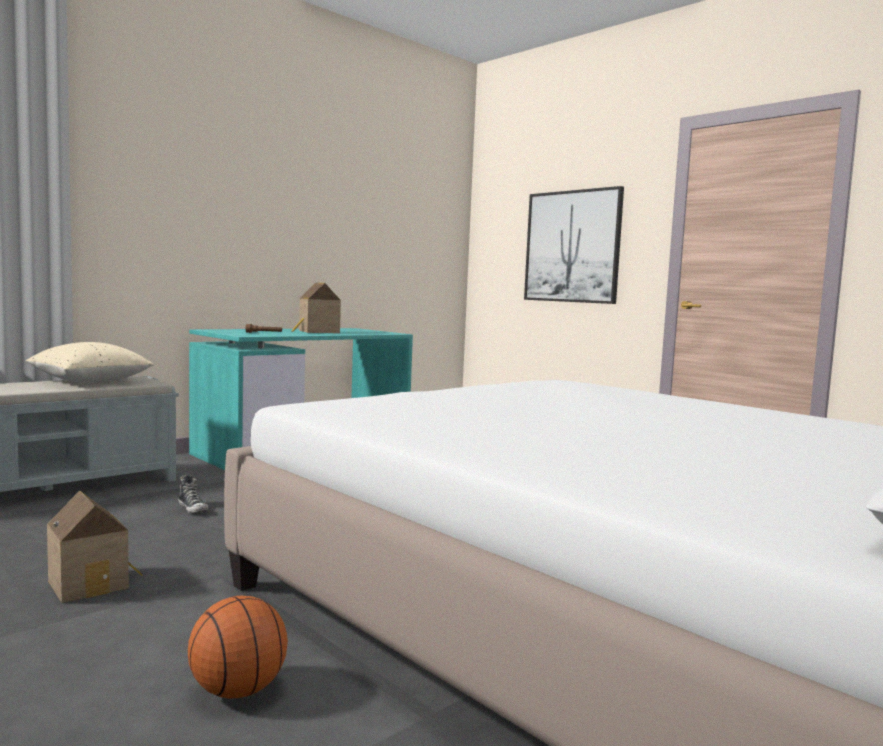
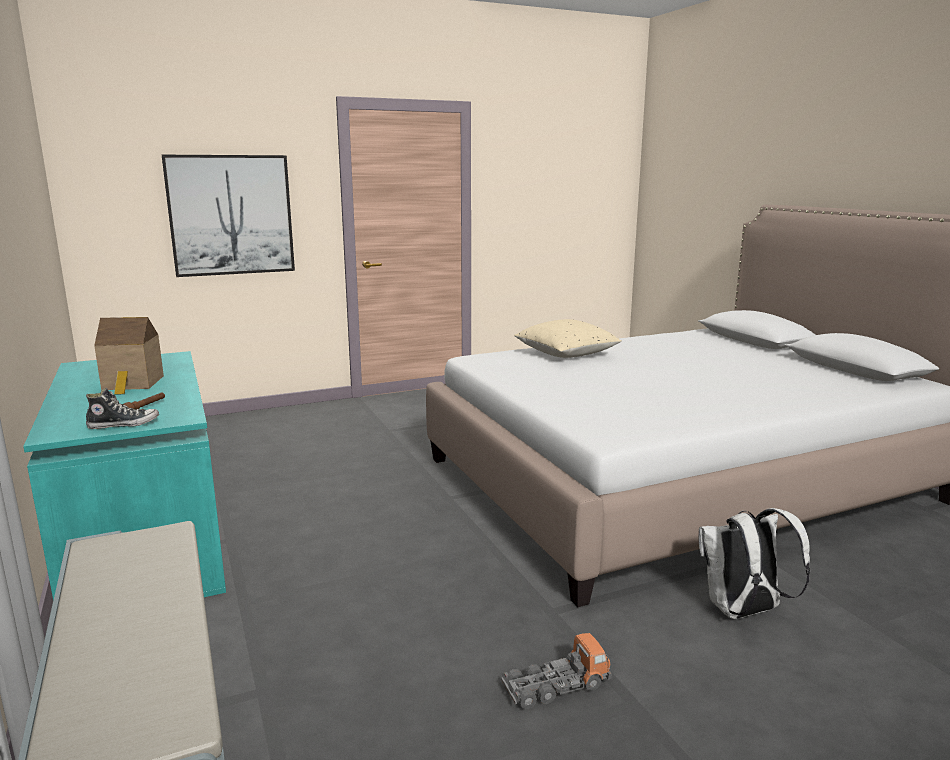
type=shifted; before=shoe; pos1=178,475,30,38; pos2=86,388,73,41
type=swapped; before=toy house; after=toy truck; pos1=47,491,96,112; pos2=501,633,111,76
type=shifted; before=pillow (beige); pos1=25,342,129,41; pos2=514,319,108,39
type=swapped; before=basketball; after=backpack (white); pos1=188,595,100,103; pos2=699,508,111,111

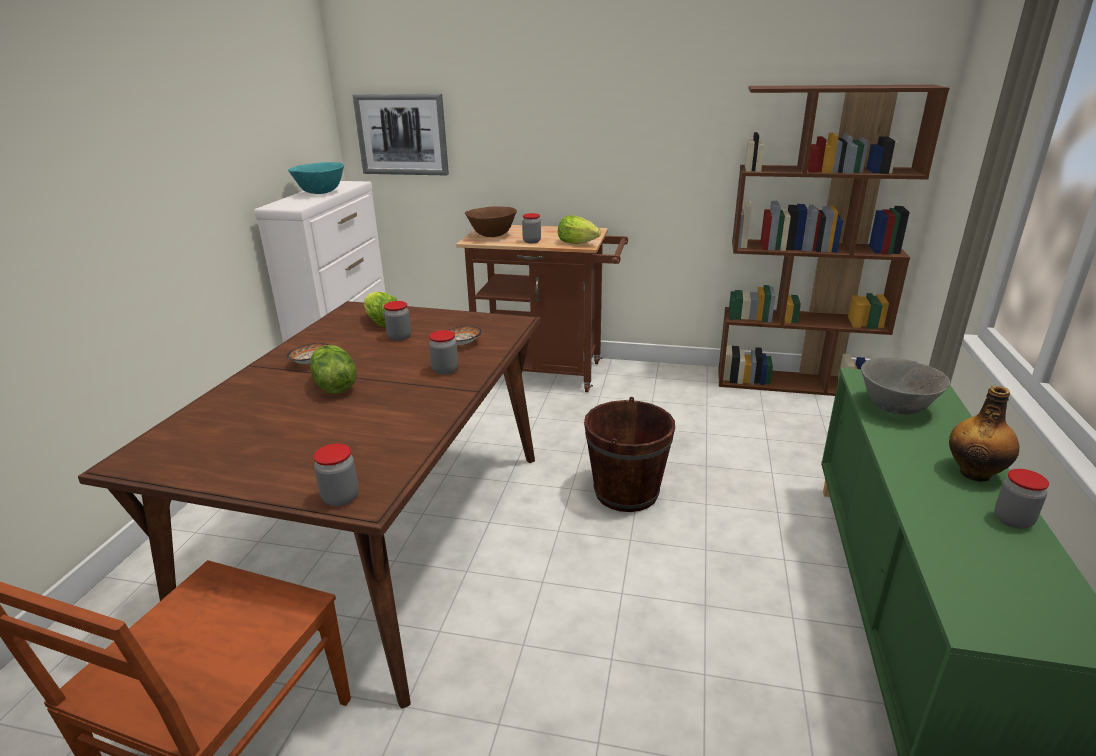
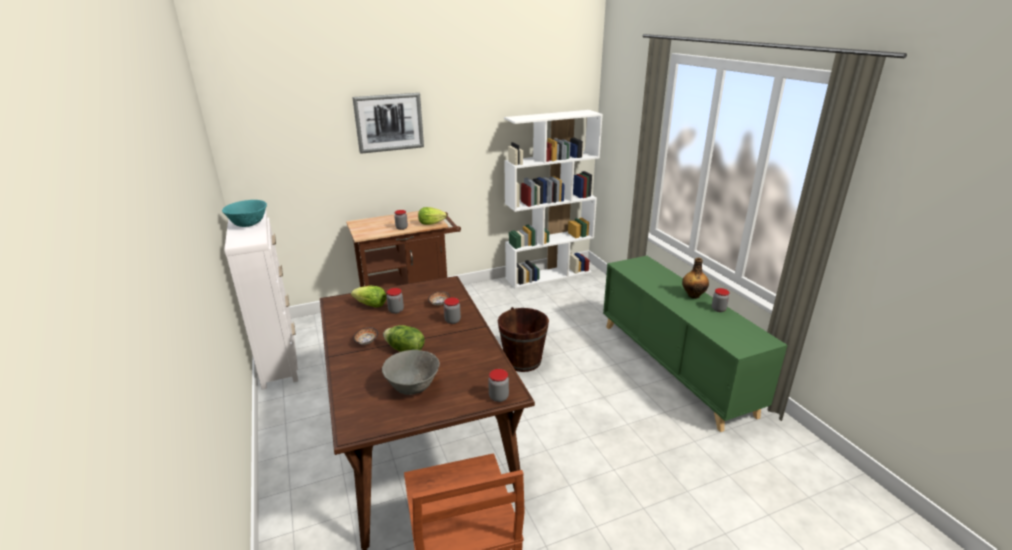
type=shifted; before=picture; pos1=352,94,97,81; pos2=352,93,72,61
type=shifted; before=bowl (grey); pos1=861,358,89,56; pos2=382,350,58,45
type=repainted; before=bookcase (brown); after=bookcase (white); pos1=718,85,231,311; pos2=504,110,99,179
type=gone; before=bowl (brown); pos1=465,206,52,31

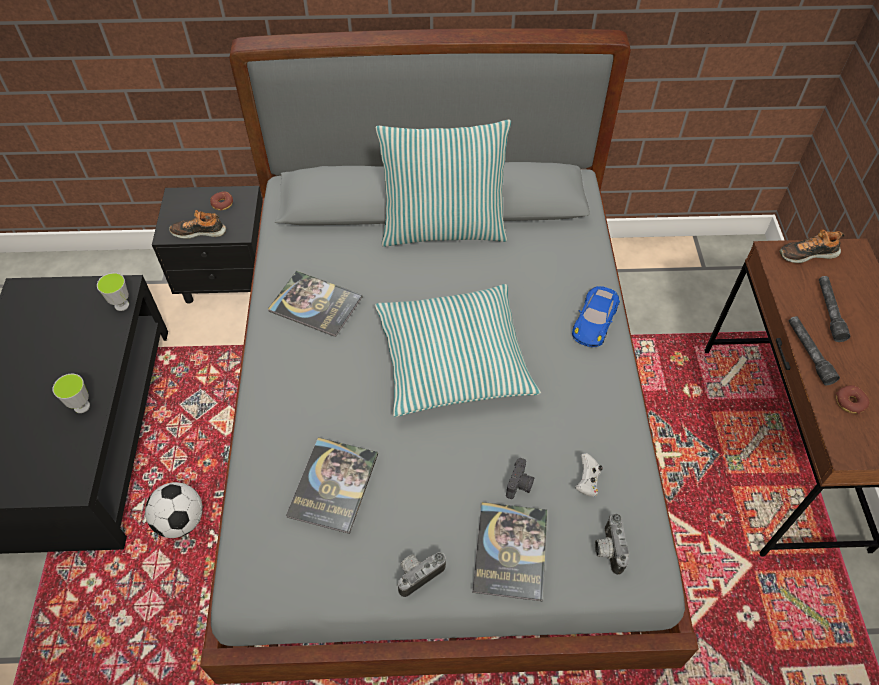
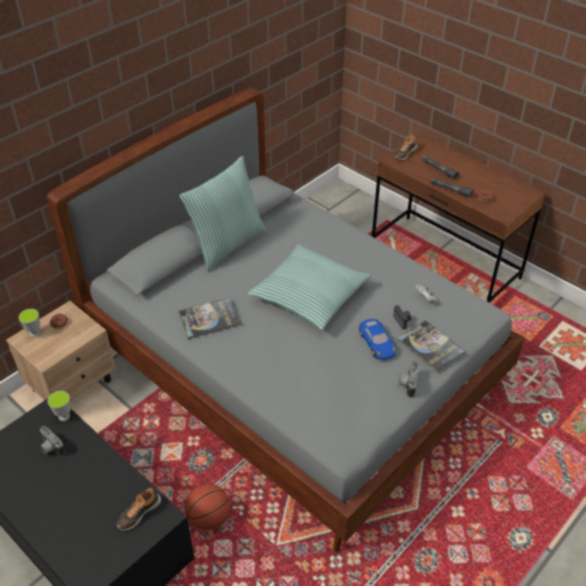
type=repainted; before=nightstand (black); after=nightstand (beige); pos1=152,186,111,118; pos2=6,301,110,99
type=shifted; before=cup; pos1=53,374,37,39; pos2=19,309,21,28
type=shifted; before=photo camera; pos1=595,514,34,61; pos2=40,426,25,30
type=shifted; before=shoe; pos1=169,210,57,29; pos2=117,488,44,43
type=swapped; before=football; after=basketball; pos1=145,482,58,56; pos2=185,484,45,47
type=shifted; before=toy car (blue); pos1=572,286,48,61; pos2=359,319,37,41
type=gone; before=book; pos1=286,437,92,97

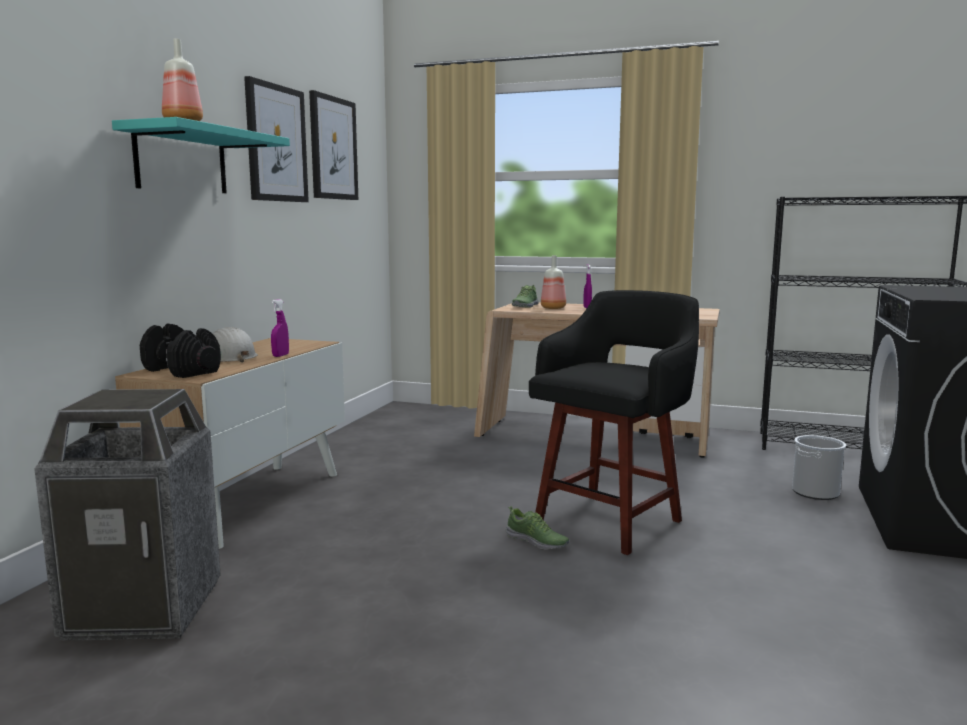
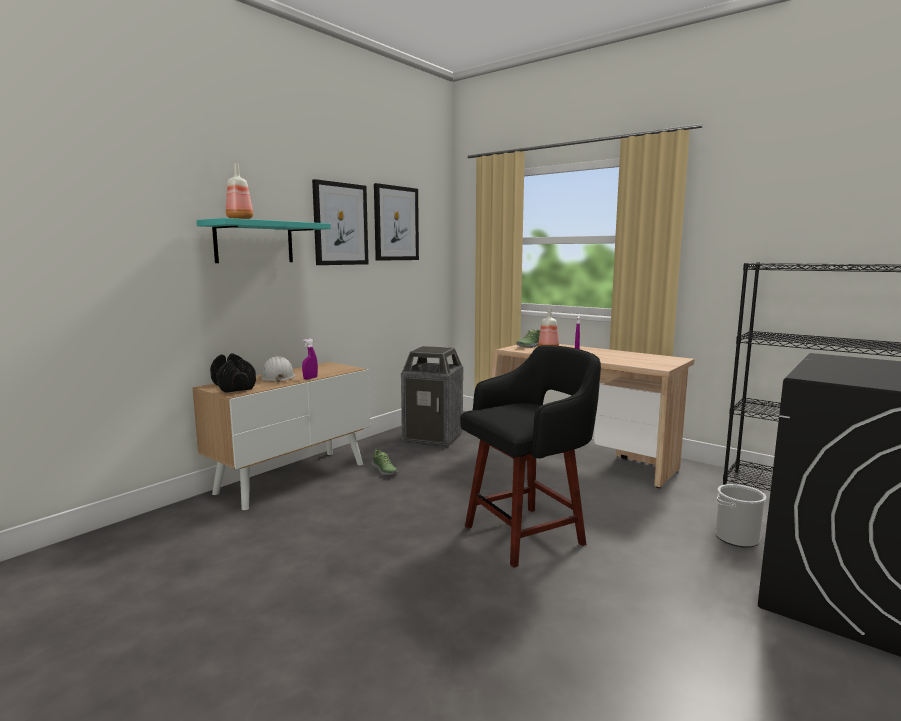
type=shifted; before=shoe; pos1=506,506,63,43; pos2=371,449,27,26
type=shifted; before=trash can; pos1=34,389,187,252; pos2=401,346,62,102

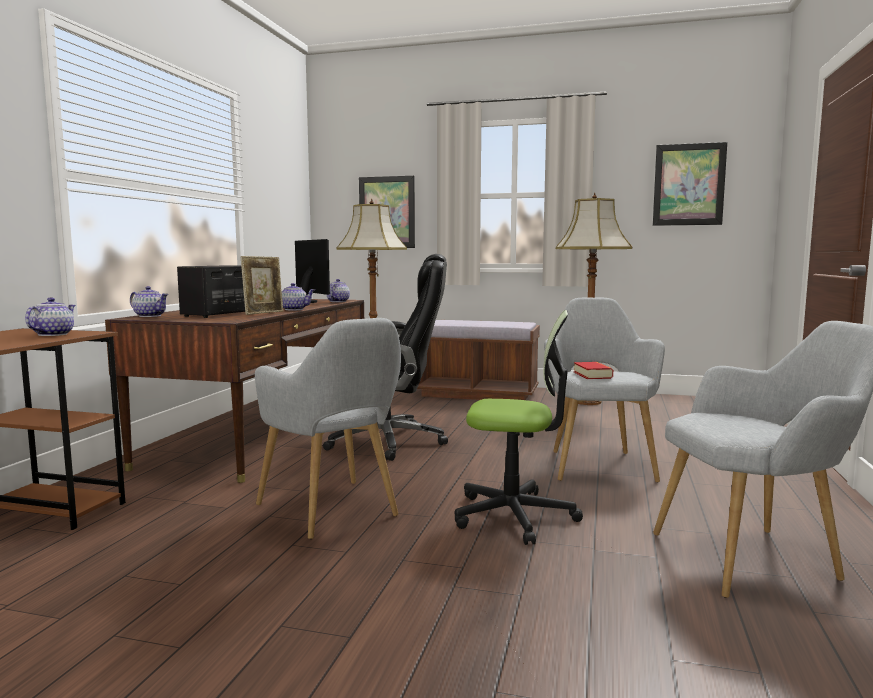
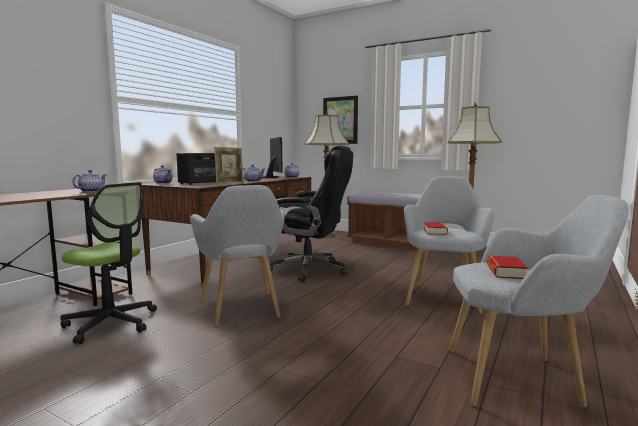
type=shifted; before=office chair; pos1=455,310,128,235; pos2=60,182,97,162
type=new; after=book; pos2=487,256,41,23
type=gone; before=picture; pos1=653,142,74,84

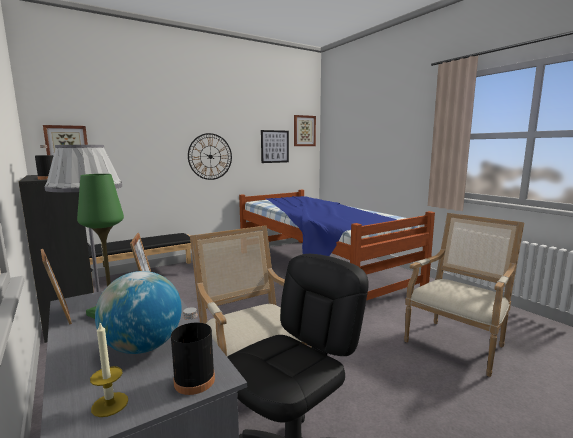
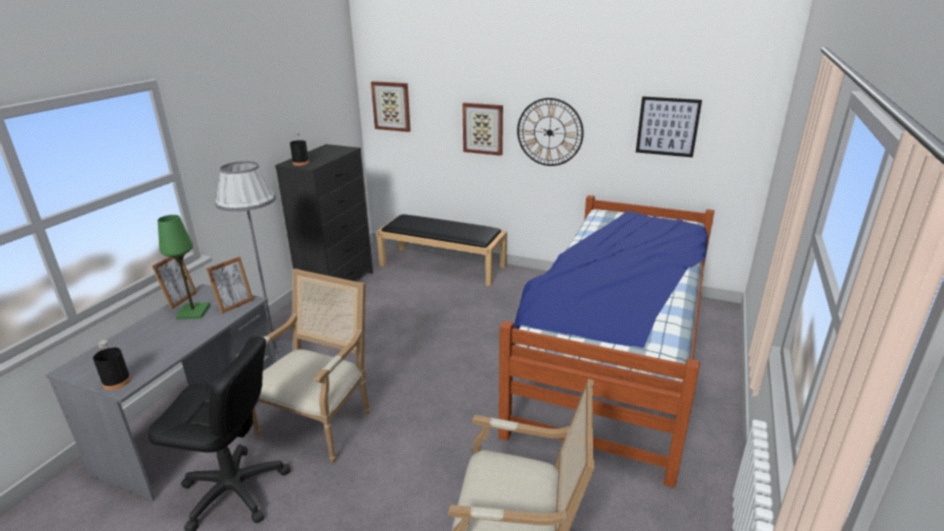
type=shifted; before=picture; pos1=294,115,22,31; pos2=462,103,41,53
type=gone; before=candle; pos1=90,323,38,94
type=gone; before=globe; pos1=95,271,87,83

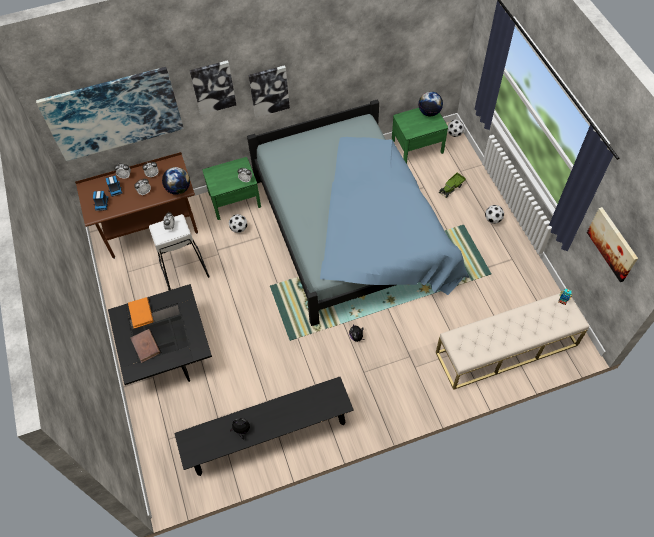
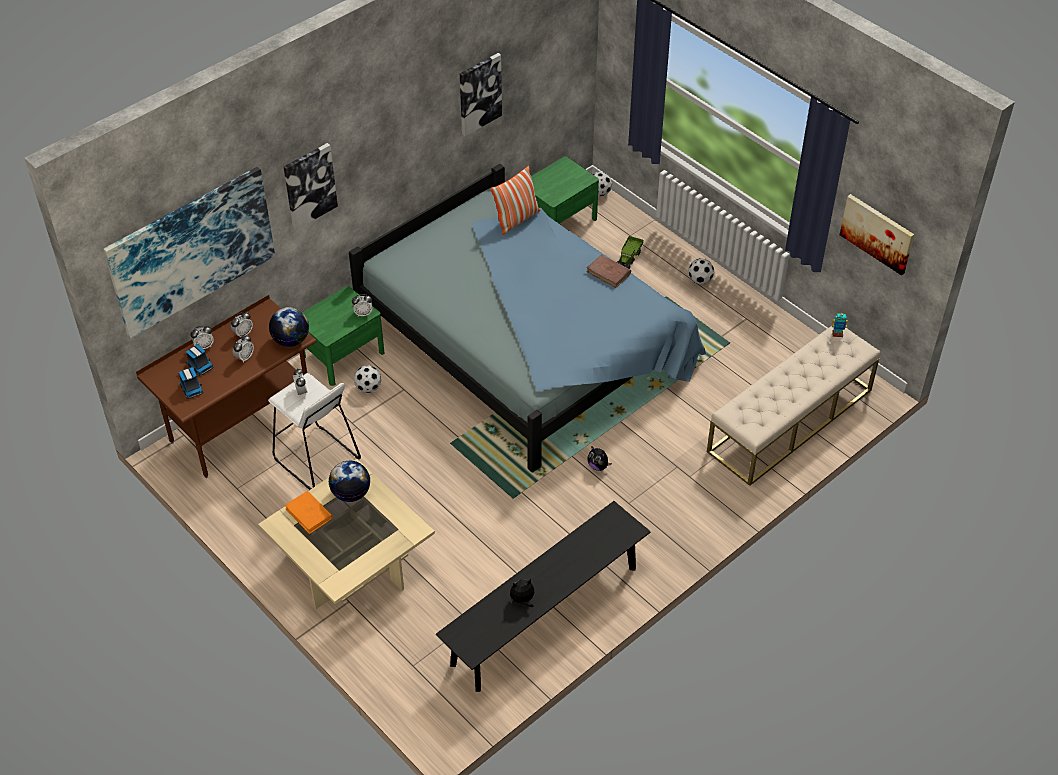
type=repainted; before=coffee table (black); after=coffee table (beige); pos1=108,284,104,101; pos2=258,459,177,150
type=shifted; before=globe; pos1=418,91,25,25; pos2=329,461,41,41
type=shifted; before=picture; pos1=249,65,41,52; pos2=460,53,42,83
type=new; after=pillow; pos2=490,166,51,69
type=shifted; before=book (brown); pos1=130,329,30,34; pos2=586,254,45,34

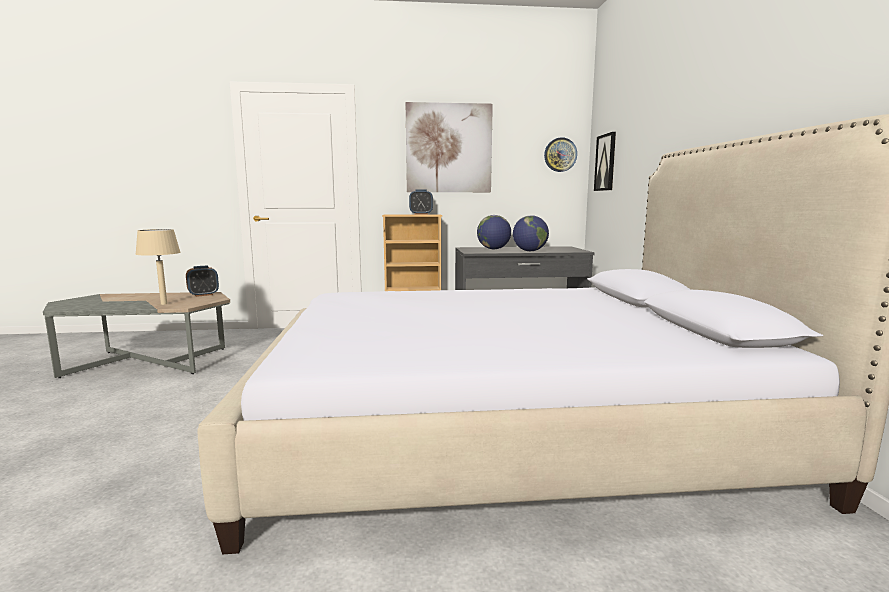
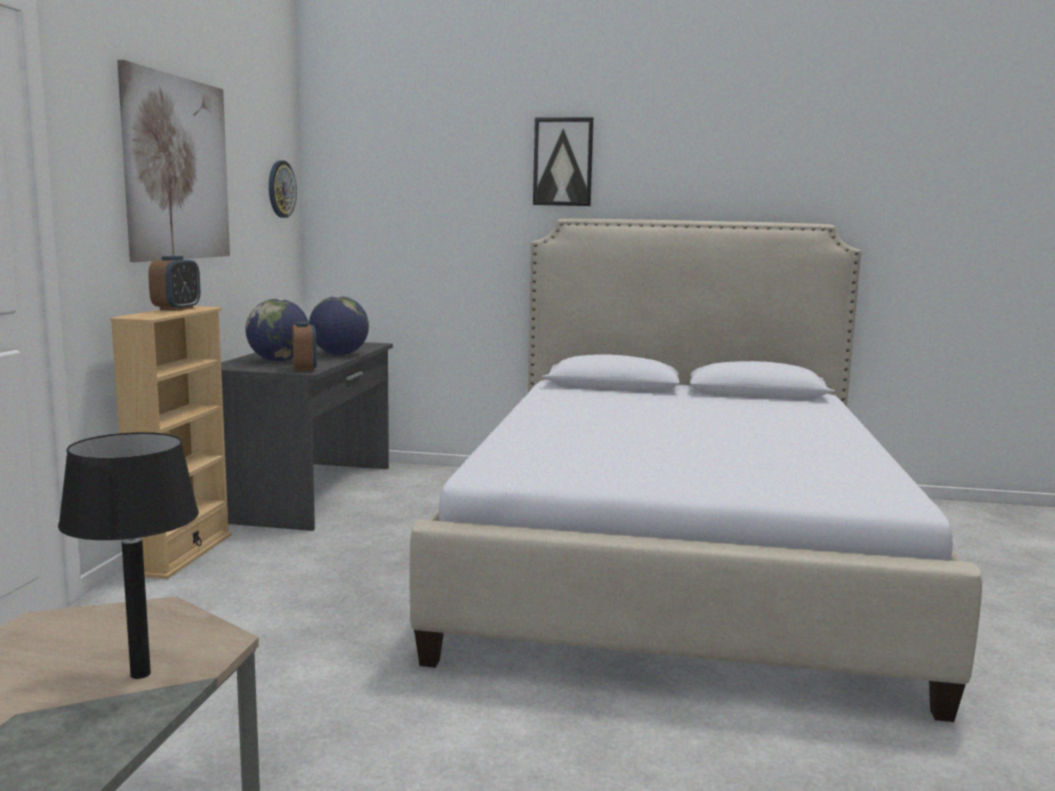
type=repainted; before=table lamp (beige); after=table lamp (black); pos1=135,229,46,76; pos2=58,432,141,247
type=shifted; before=alarm clock; pos1=186,266,33,31; pos2=292,321,25,51
type=shifted; before=picture; pos1=594,132,22,59; pos2=533,117,61,89

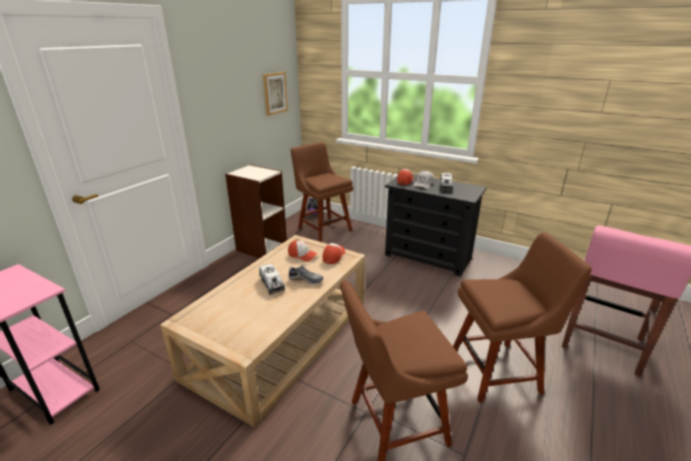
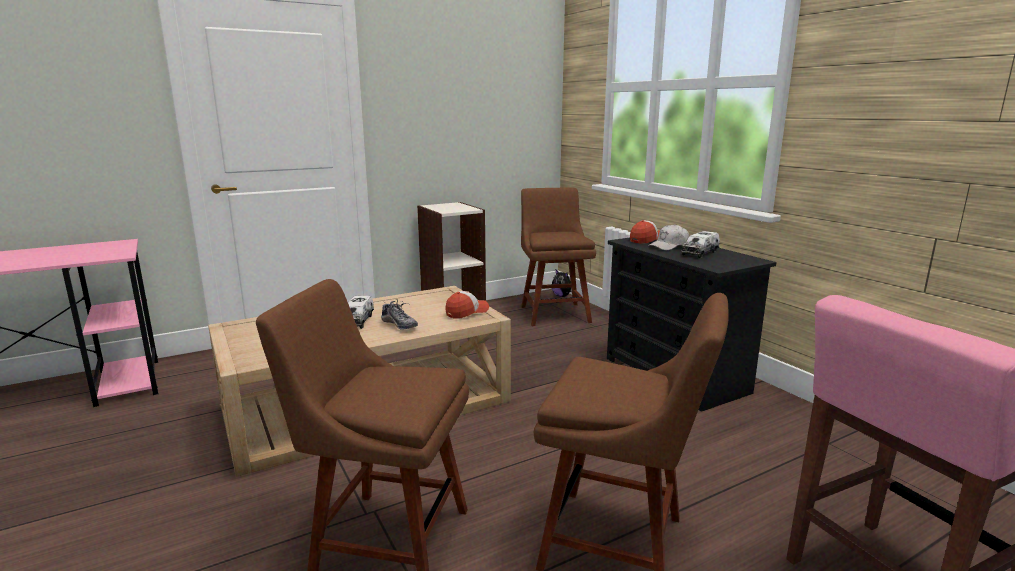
type=gone; before=picture; pos1=263,72,25,44
type=gone; before=cap; pos1=288,240,29,22

